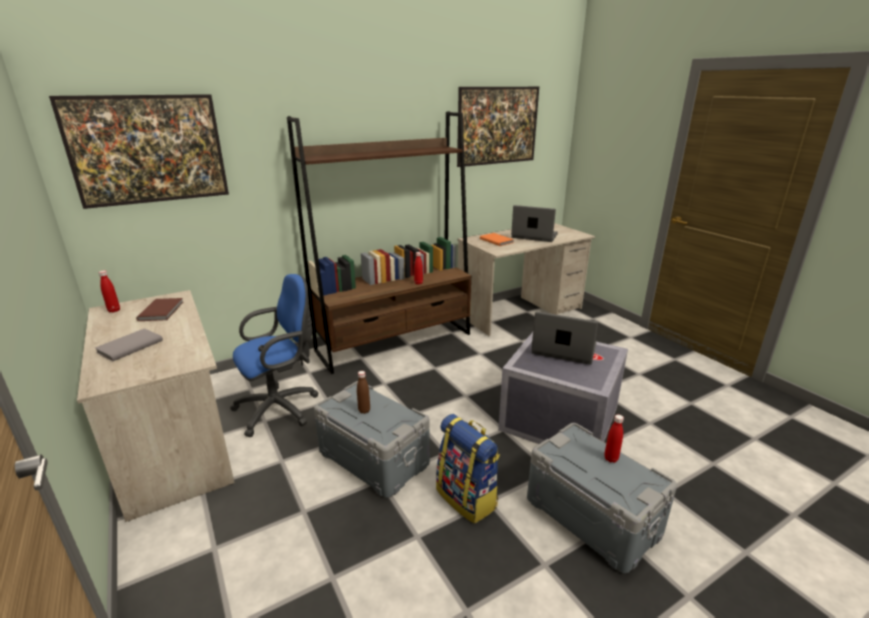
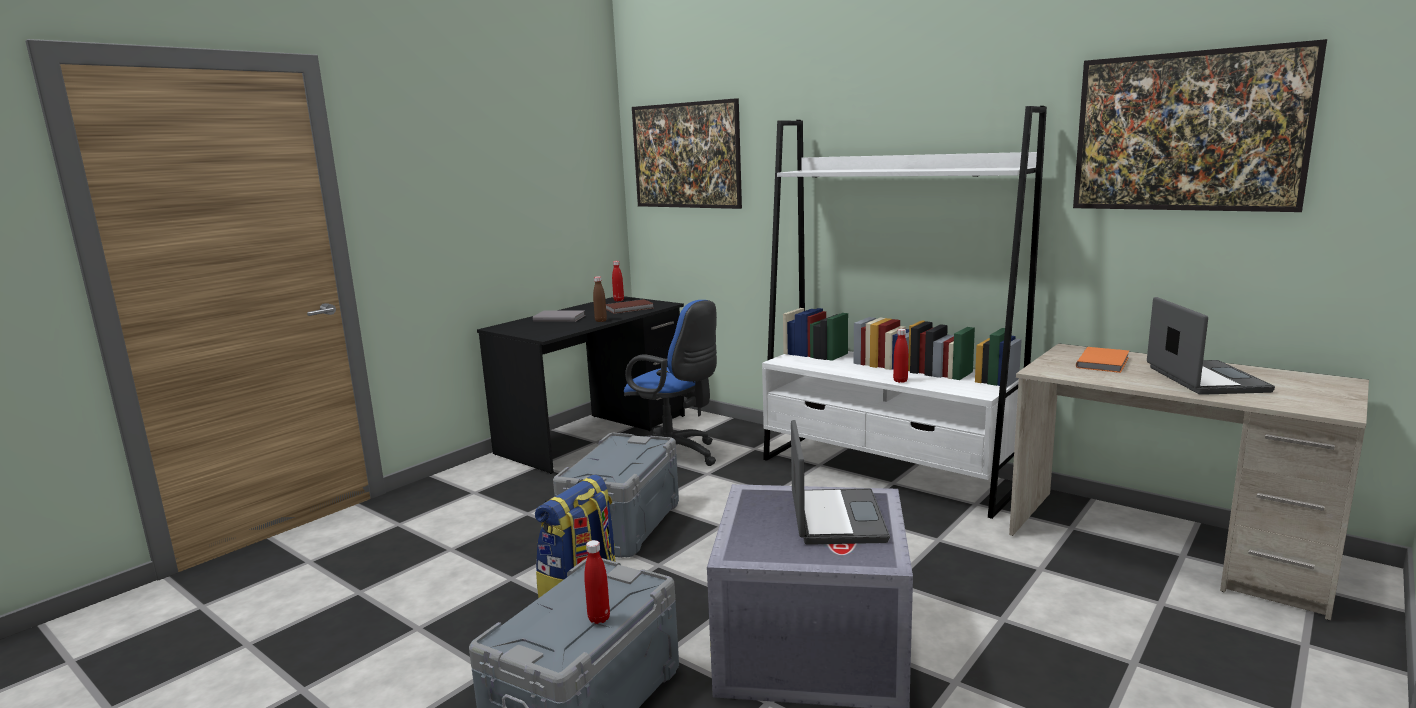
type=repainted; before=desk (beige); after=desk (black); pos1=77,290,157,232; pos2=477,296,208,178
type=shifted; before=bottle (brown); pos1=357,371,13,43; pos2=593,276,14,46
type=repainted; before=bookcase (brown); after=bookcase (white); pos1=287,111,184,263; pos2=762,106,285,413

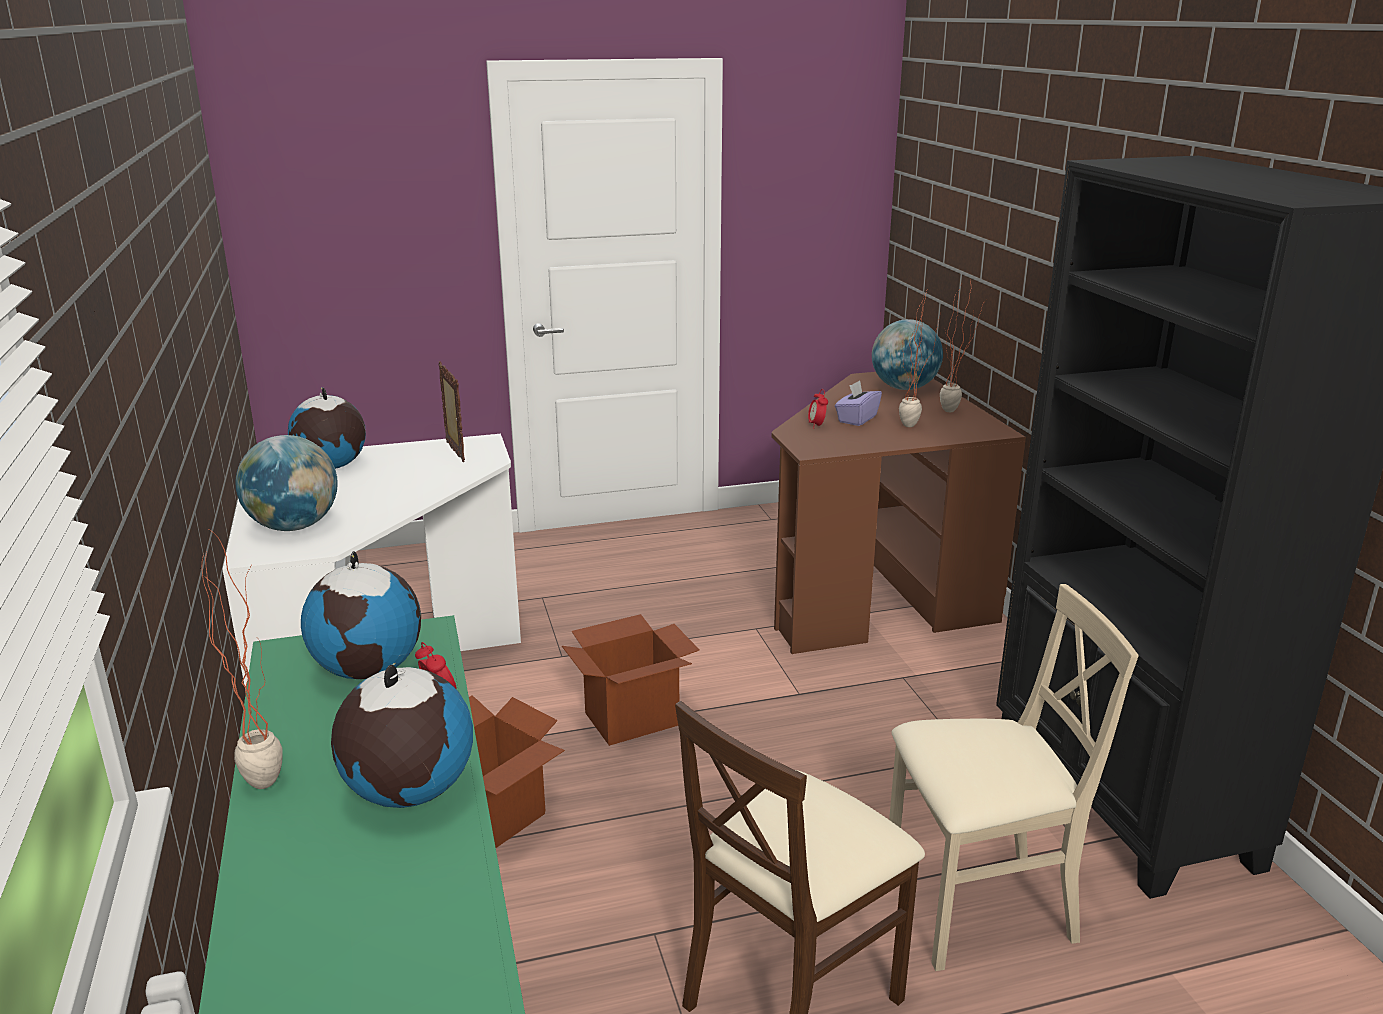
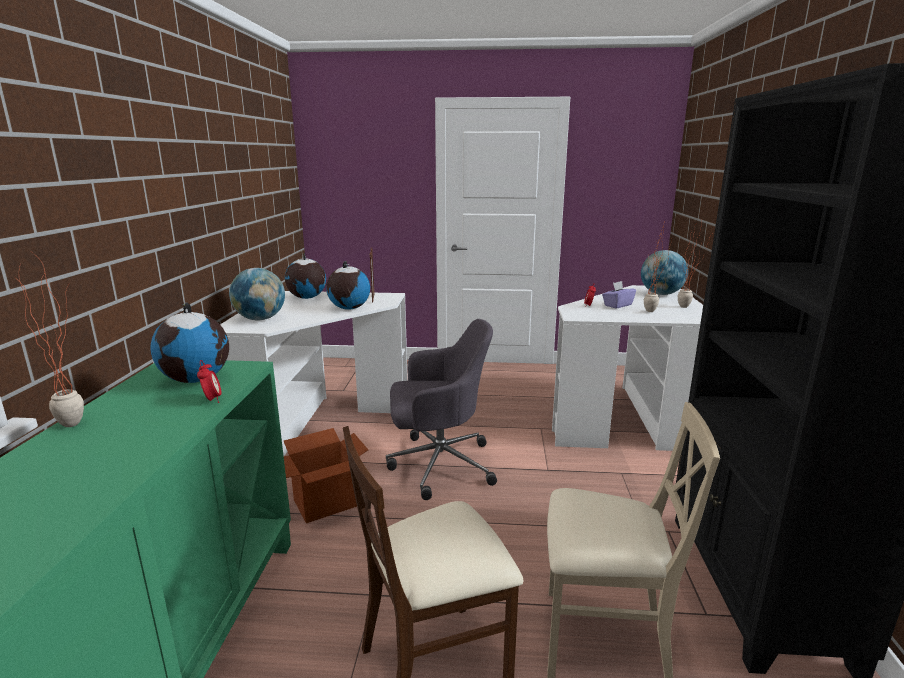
type=shifted; before=globe; pos1=331,663,142,145; pos2=326,261,44,49
type=swapped; before=cardboard box; after=office chair (grey); pos1=562,614,138,132; pos2=386,319,111,181
type=repainted; before=desk (brown); after=desk (white); pos1=772,372,254,282; pos2=552,285,151,166

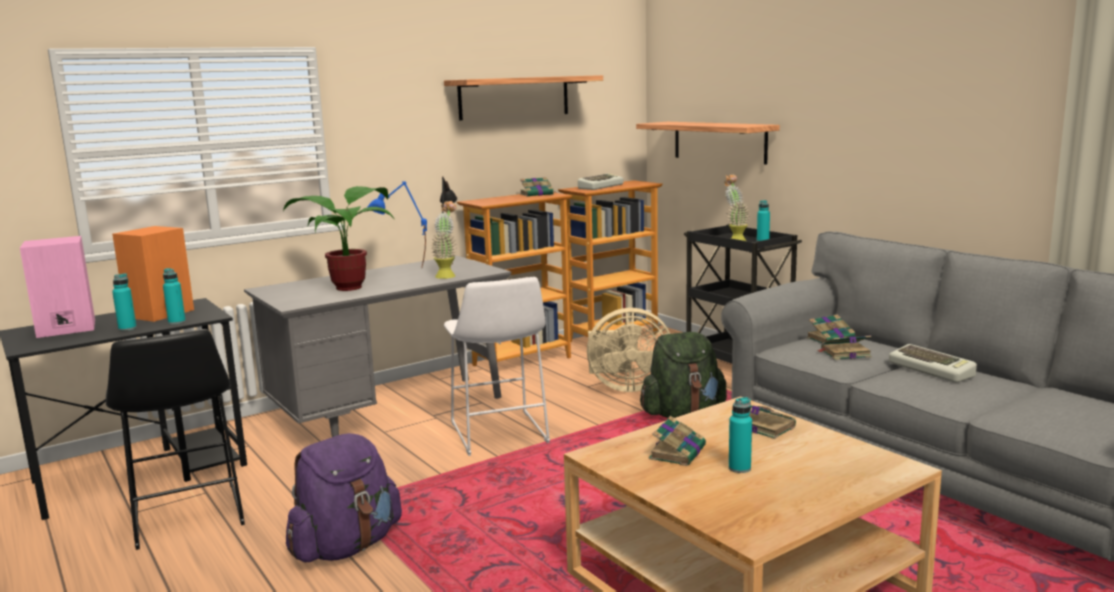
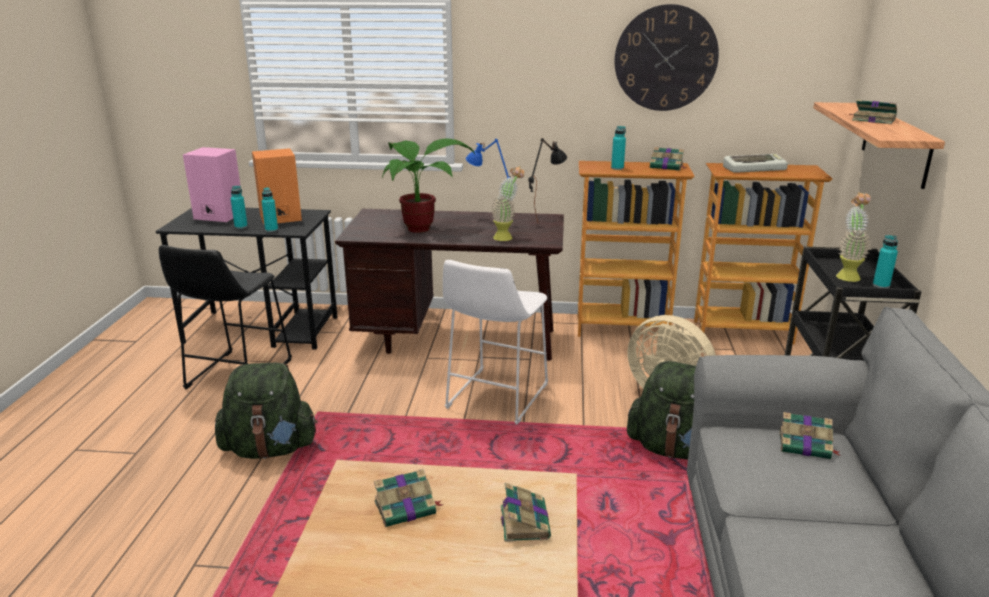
type=repainted; before=backpack (purple); after=backpack (green); pos1=286,433,116,129; pos2=215,363,103,96
type=repainted; before=desk (grey); after=desk (brown); pos1=244,256,268,181; pos2=335,209,229,152
type=shifted; before=bottle (turquoise); pos1=729,397,23,76; pos2=611,126,15,44
type=swapped; before=shelf; after=wall clock; pos1=444,75,159,45; pos2=615,4,104,107
type=shifted; before=book; pos1=816,335,56,25; pos2=849,100,48,24
type=gone; before=keyboard; pos1=889,344,88,39

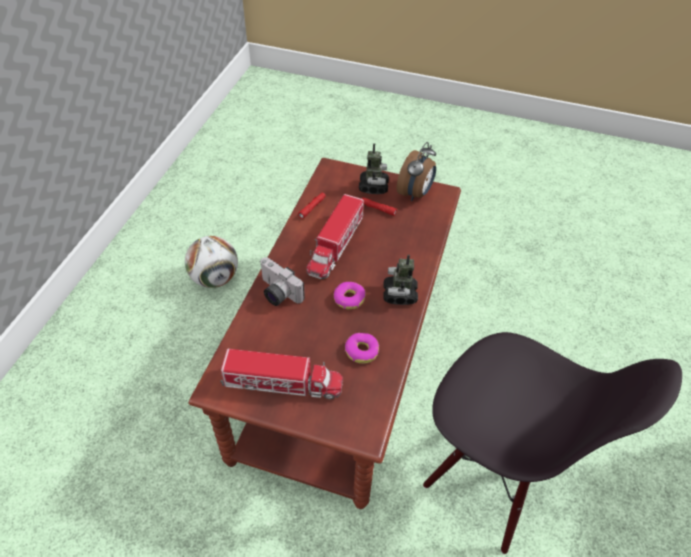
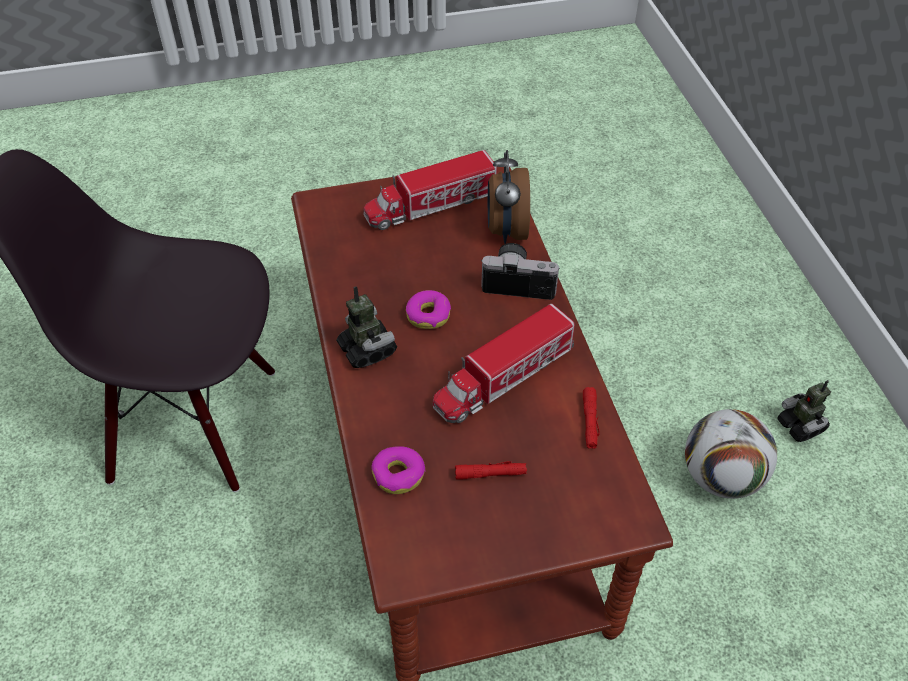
type=shifted; before=donut; pos1=345,333,34,31; pos2=371,446,55,48
type=rotated; before=toy truck; pos1=306,194,58,85; pos2=433,304,142,119; turn=-120
type=shifted; before=alarm clock; pos1=397,142,39,59; pos2=488,150,42,94
type=shifted; before=toy robot; pos1=359,143,30,51; pos2=777,380,54,62

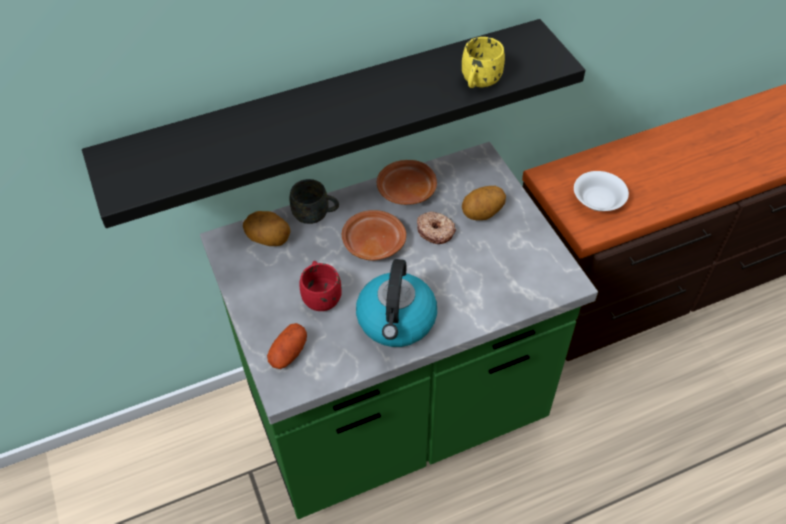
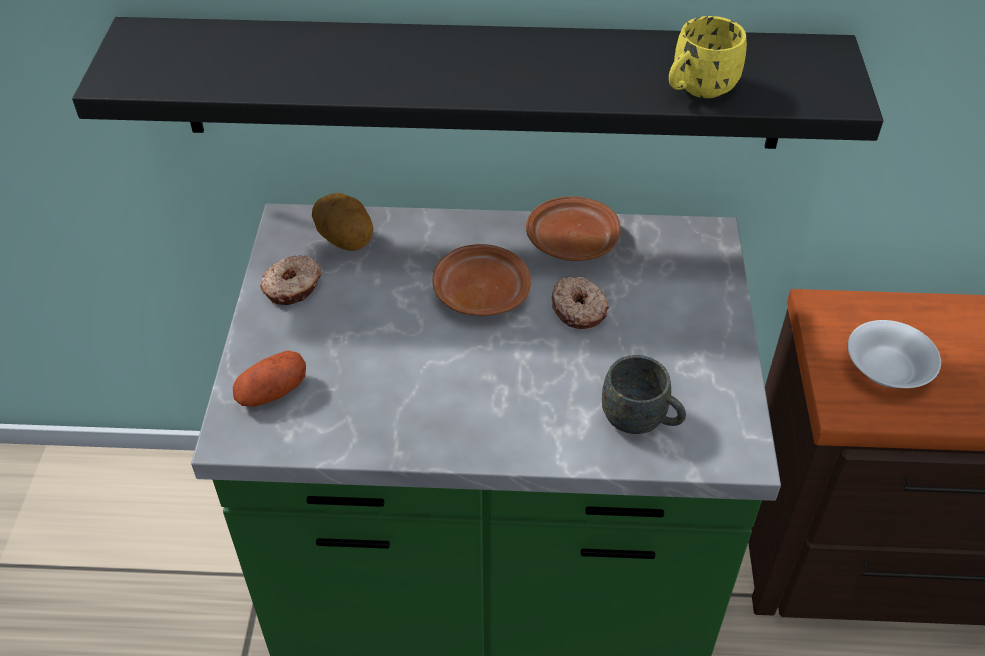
type=new; after=donut; pos2=260,255,61,50
type=shifted; before=mug (grey); pos1=290,179,49,45; pos2=602,355,84,79
type=gone; before=mug (red); pos1=299,261,43,50
type=gone; before=kettle; pos1=356,259,81,88
type=gone; before=potato; pos1=462,186,44,34

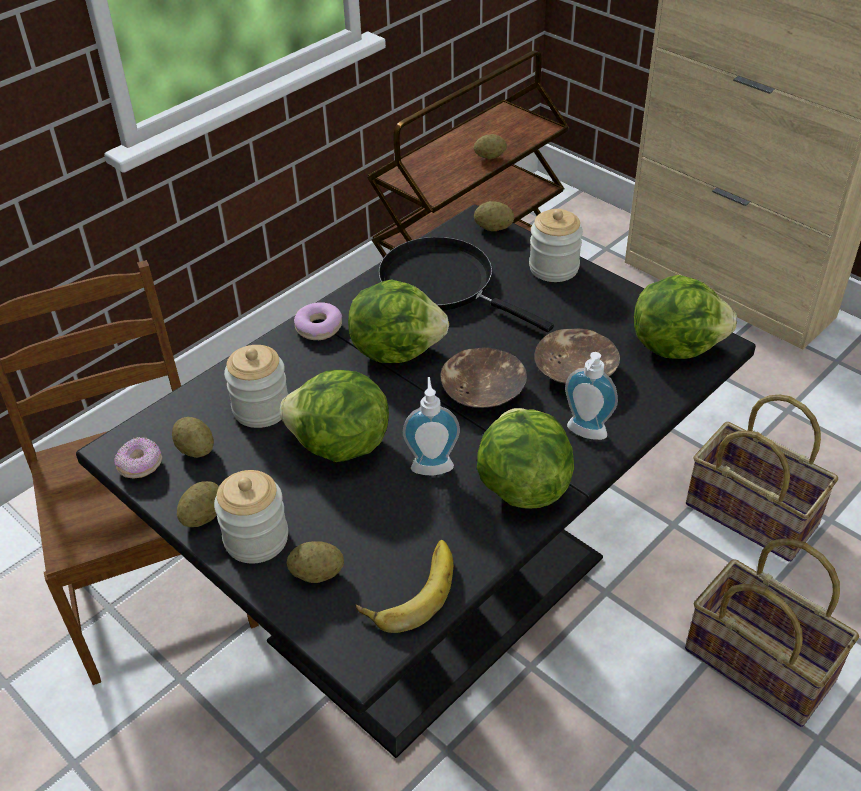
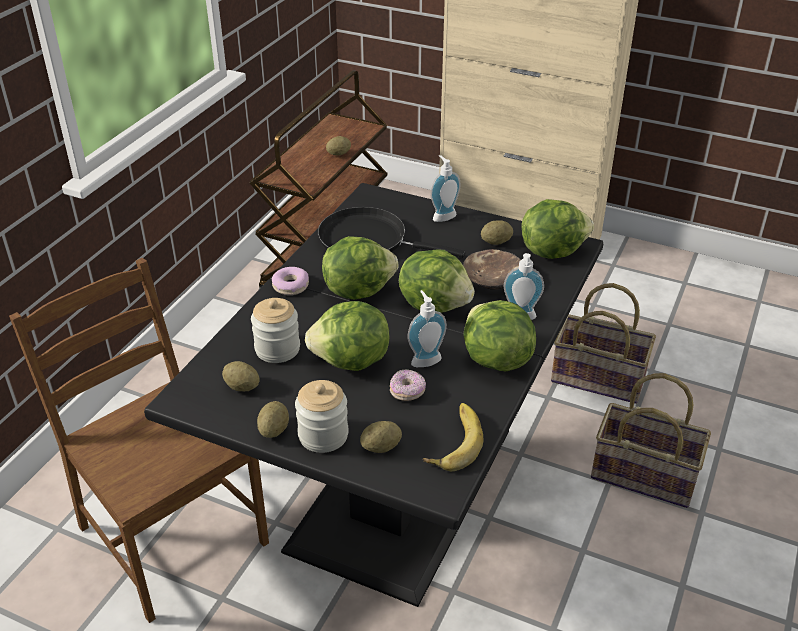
type=shifted; before=donut; pos1=114,437,48,41; pos2=390,369,36,32
type=swapped; before=bowl (brown); after=lettuce; pos1=440,347,87,61; pos2=399,249,76,64
type=swapped; before=jar; after=soap dispenser; pos1=529,209,54,73; pos2=431,155,29,67
type=shifted; before=potato; pos1=474,201,40,30; pos2=481,220,32,25

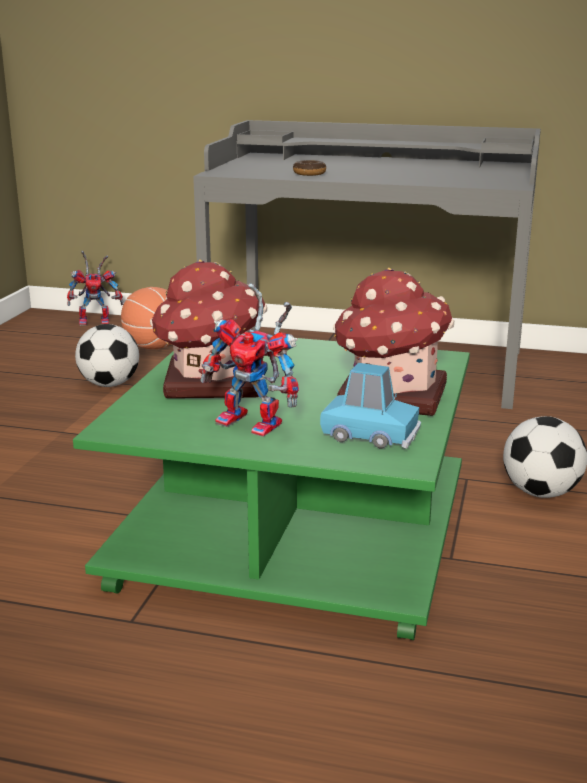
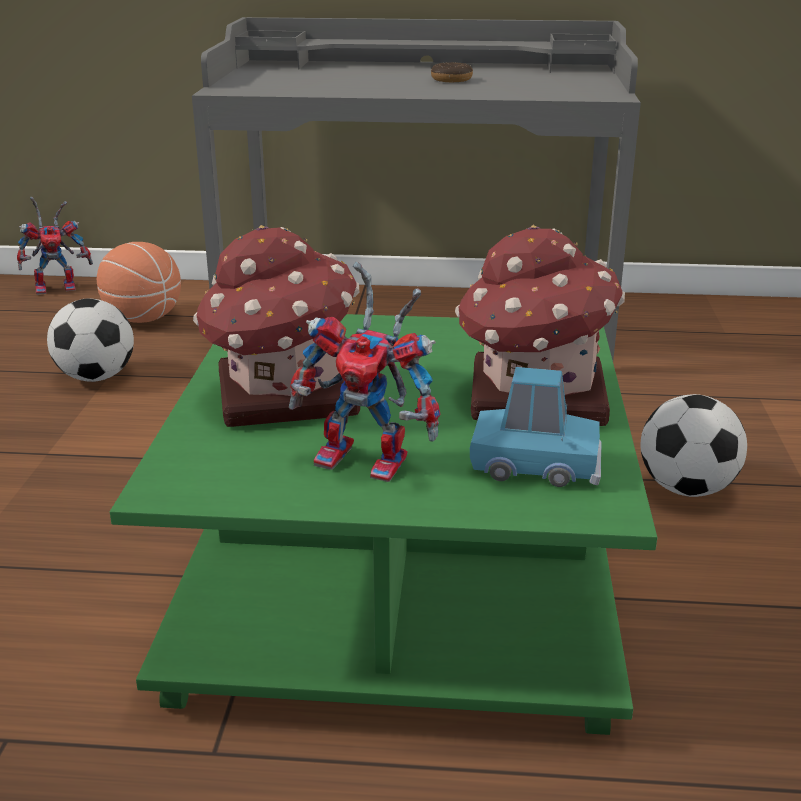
type=shifted; before=donut; pos1=293,160,33,16; pos2=431,62,42,20

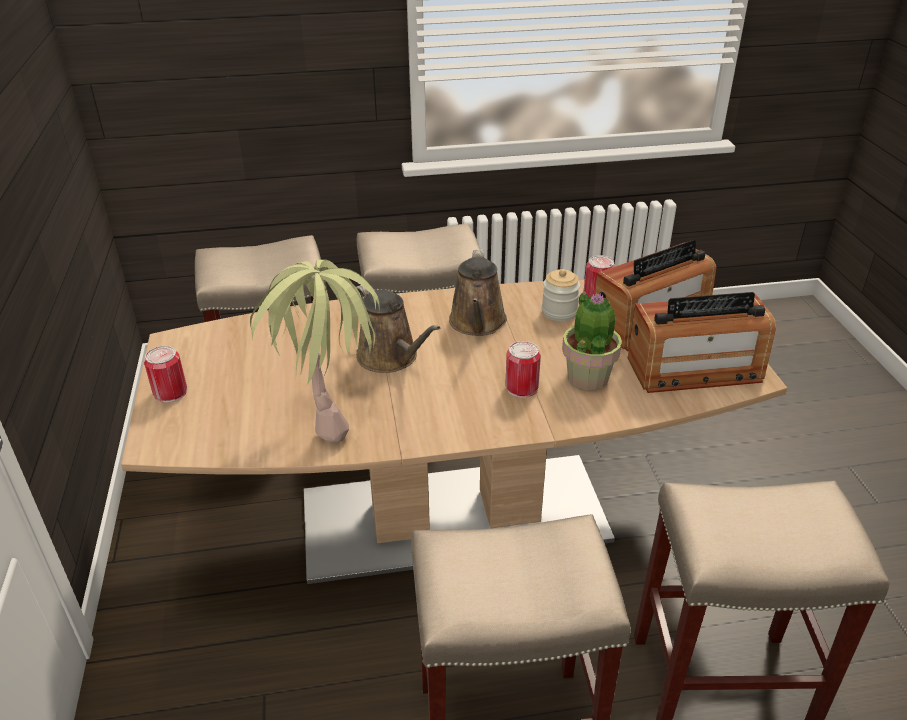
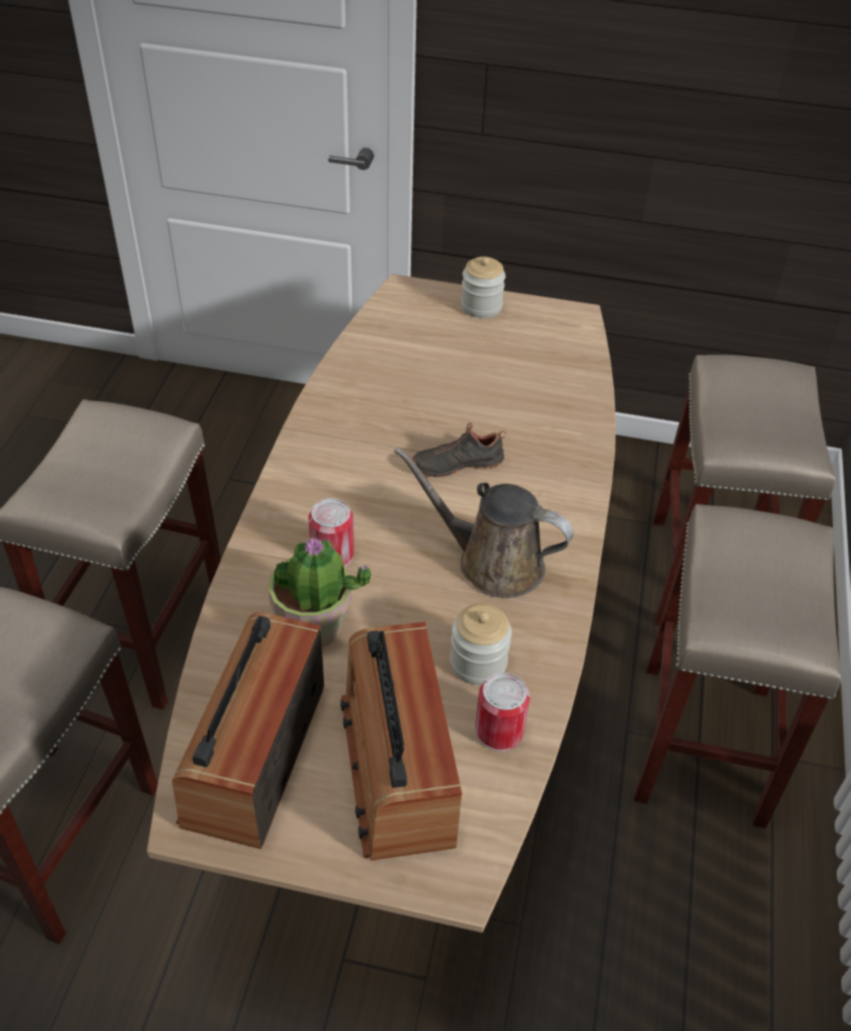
type=swapped; before=watering can (brown); after=shoe (black); pos1=356,285,84,88; pos2=412,422,94,56
type=swapped; before=can; after=jar; pos1=144,346,43,57; pos2=461,257,45,61
type=gone; before=potted plant; pos1=250,260,130,183

